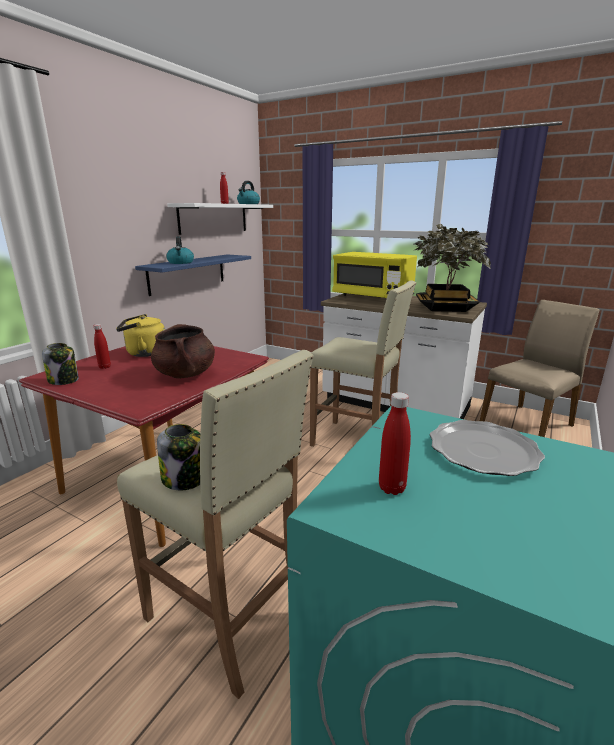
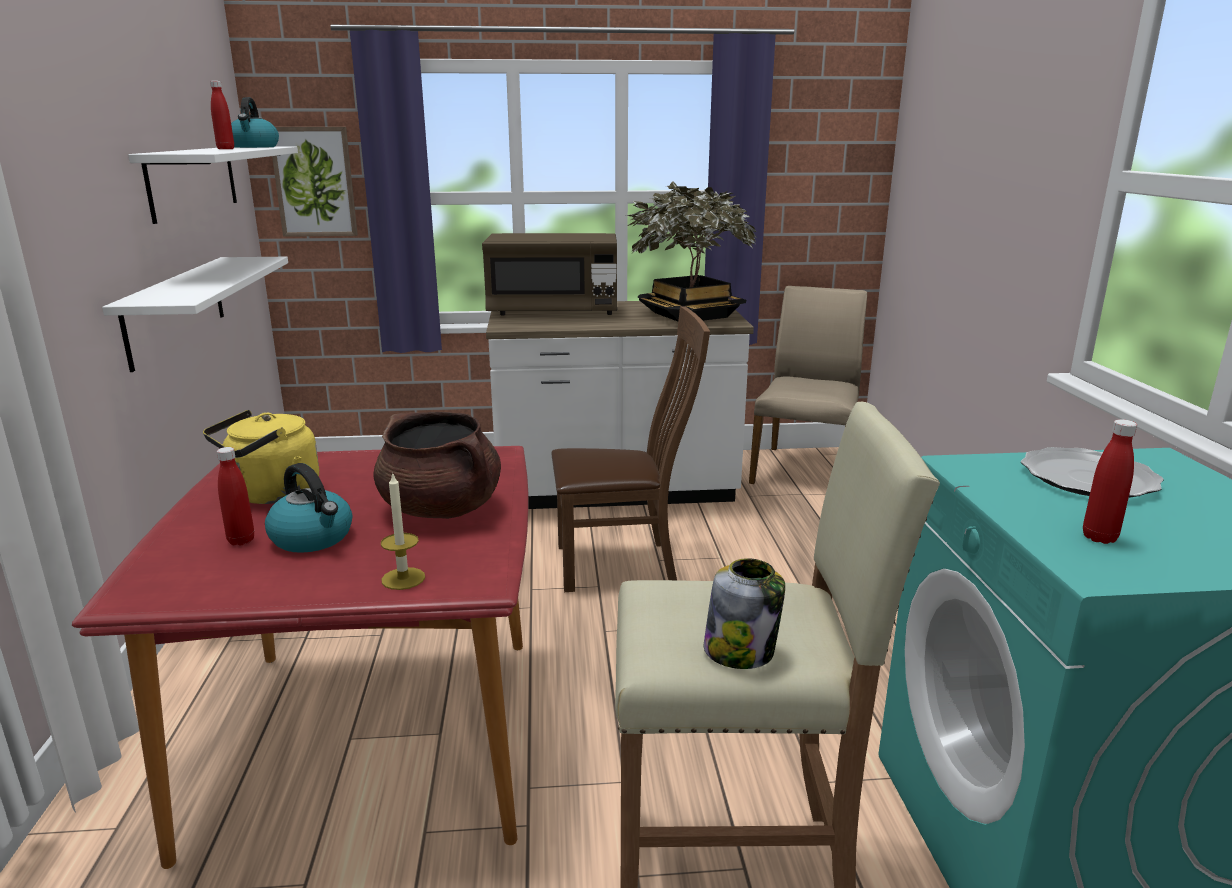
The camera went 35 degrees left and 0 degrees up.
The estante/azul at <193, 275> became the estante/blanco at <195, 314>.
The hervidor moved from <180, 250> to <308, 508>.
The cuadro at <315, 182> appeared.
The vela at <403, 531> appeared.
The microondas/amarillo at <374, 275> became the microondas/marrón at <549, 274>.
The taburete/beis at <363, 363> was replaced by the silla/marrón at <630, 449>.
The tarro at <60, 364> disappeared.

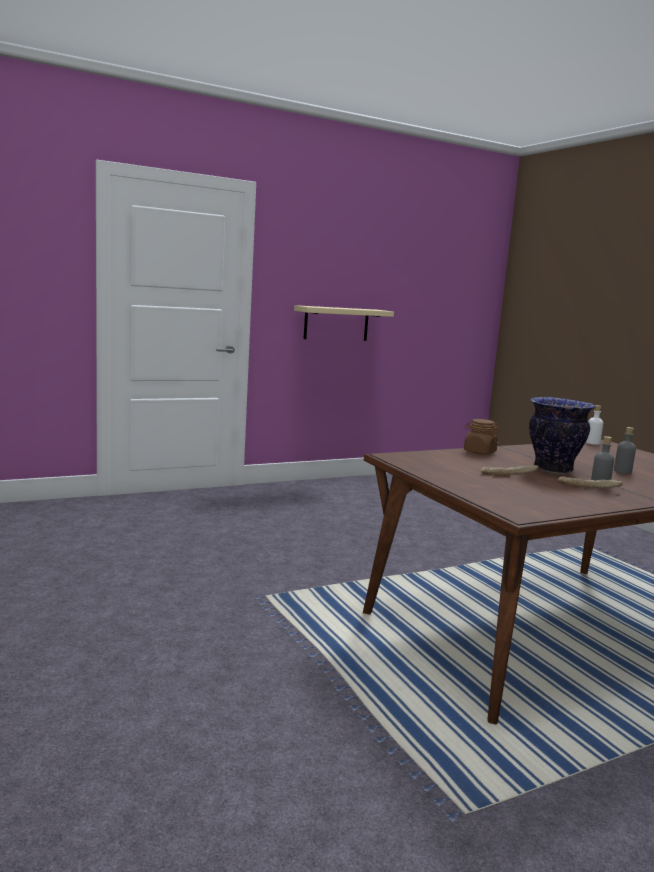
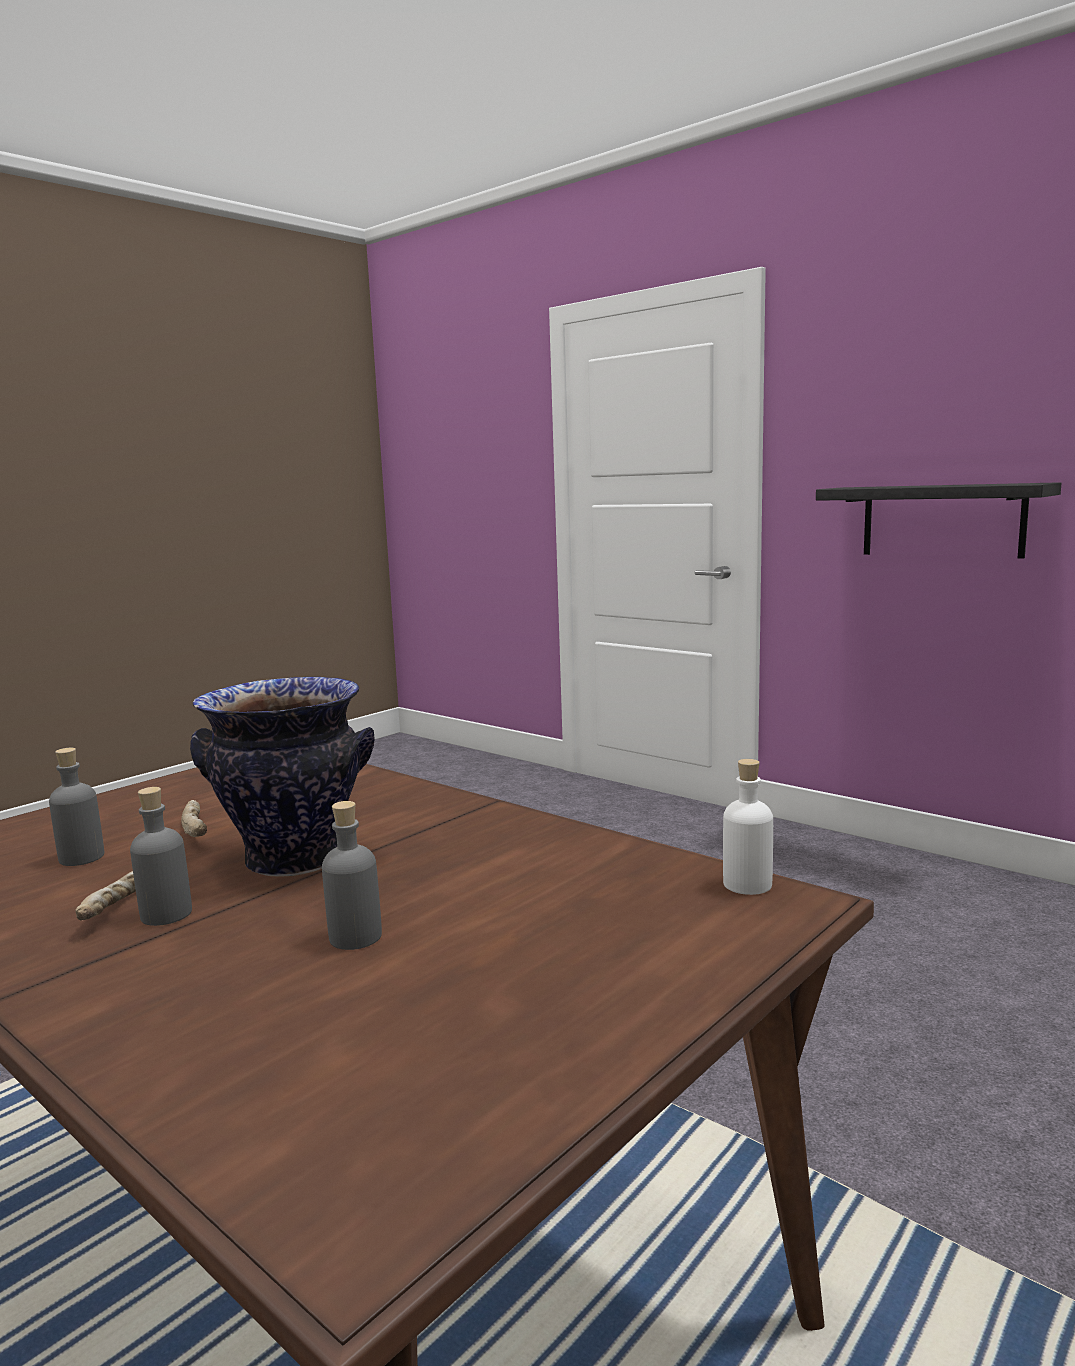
The camera went 70 degrees right and 0 degrees up.
The botella/gris at <76, 807> appeared.
The estante/beis at <344, 323> became the estante/negro at <938, 520>.
The tarro/marrón at <481, 436> disappeared.

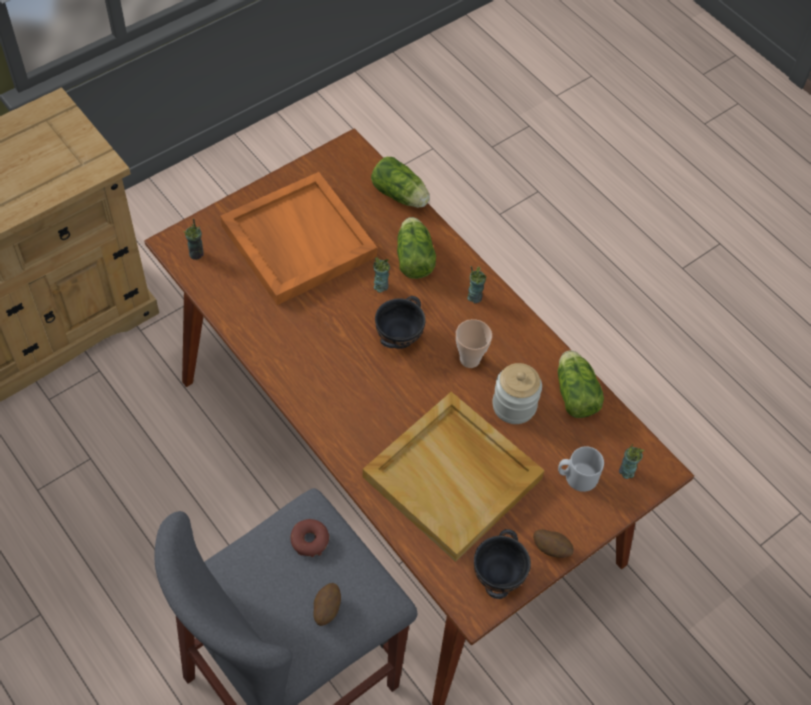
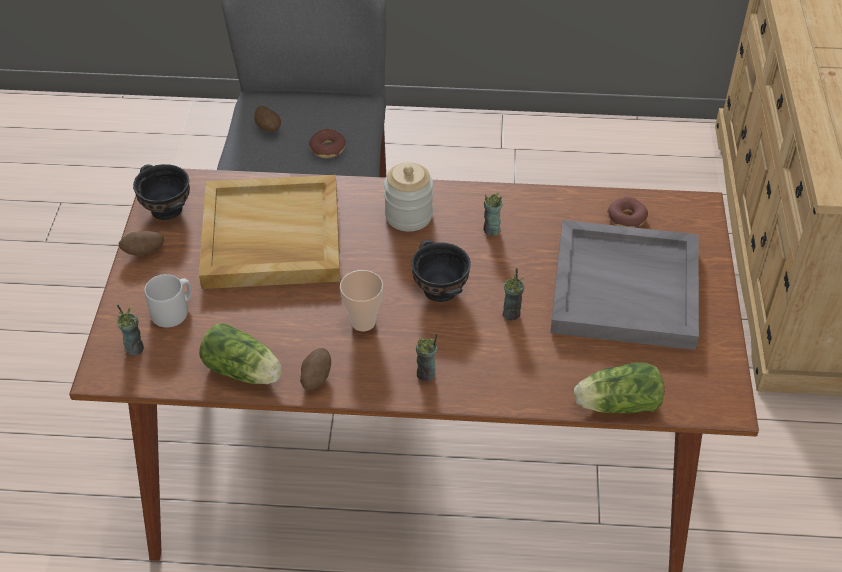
The camera went 135 degrees right and 10 degrees down.
The patata at <315, 369> appeared.
The tarro moved from <517, 393> to <408, 196>.
The taza moved from <193, 239> to <493, 214>.
The bandeja/naranja at <298, 238> became the bandeja/gris at <624, 285>.
The rosquilla at <627, 212> appeared.
The lechuga at <416, 248> disappeared.

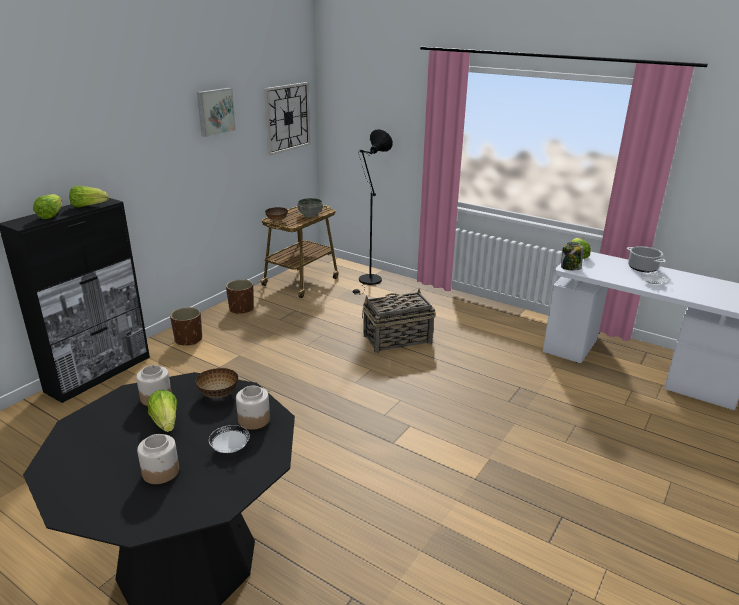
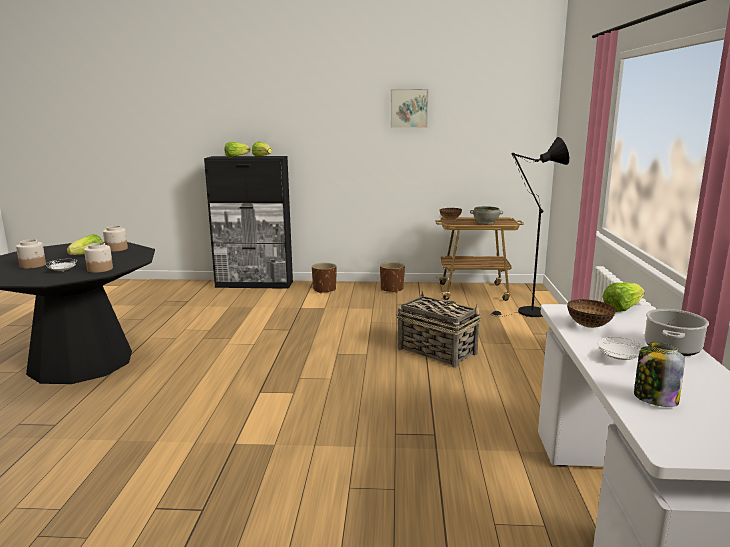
The camera went 60 degrees right and 10 degrees down.
The cuenco moved from <217, 383> to <591, 313>.
The tarro moved from <572, 256> to <659, 374>.
The reloj de pared at <287, 118> disappeared.

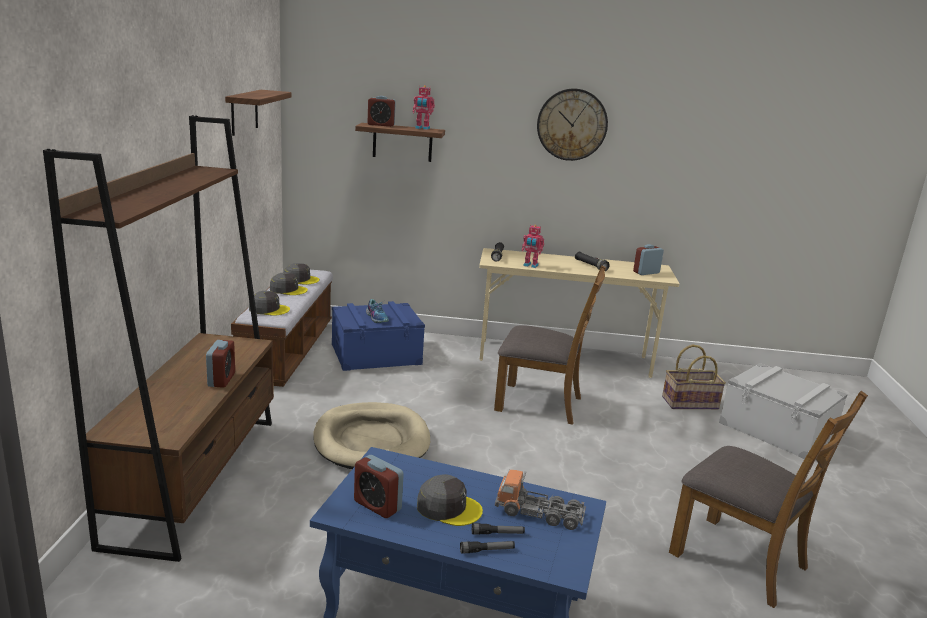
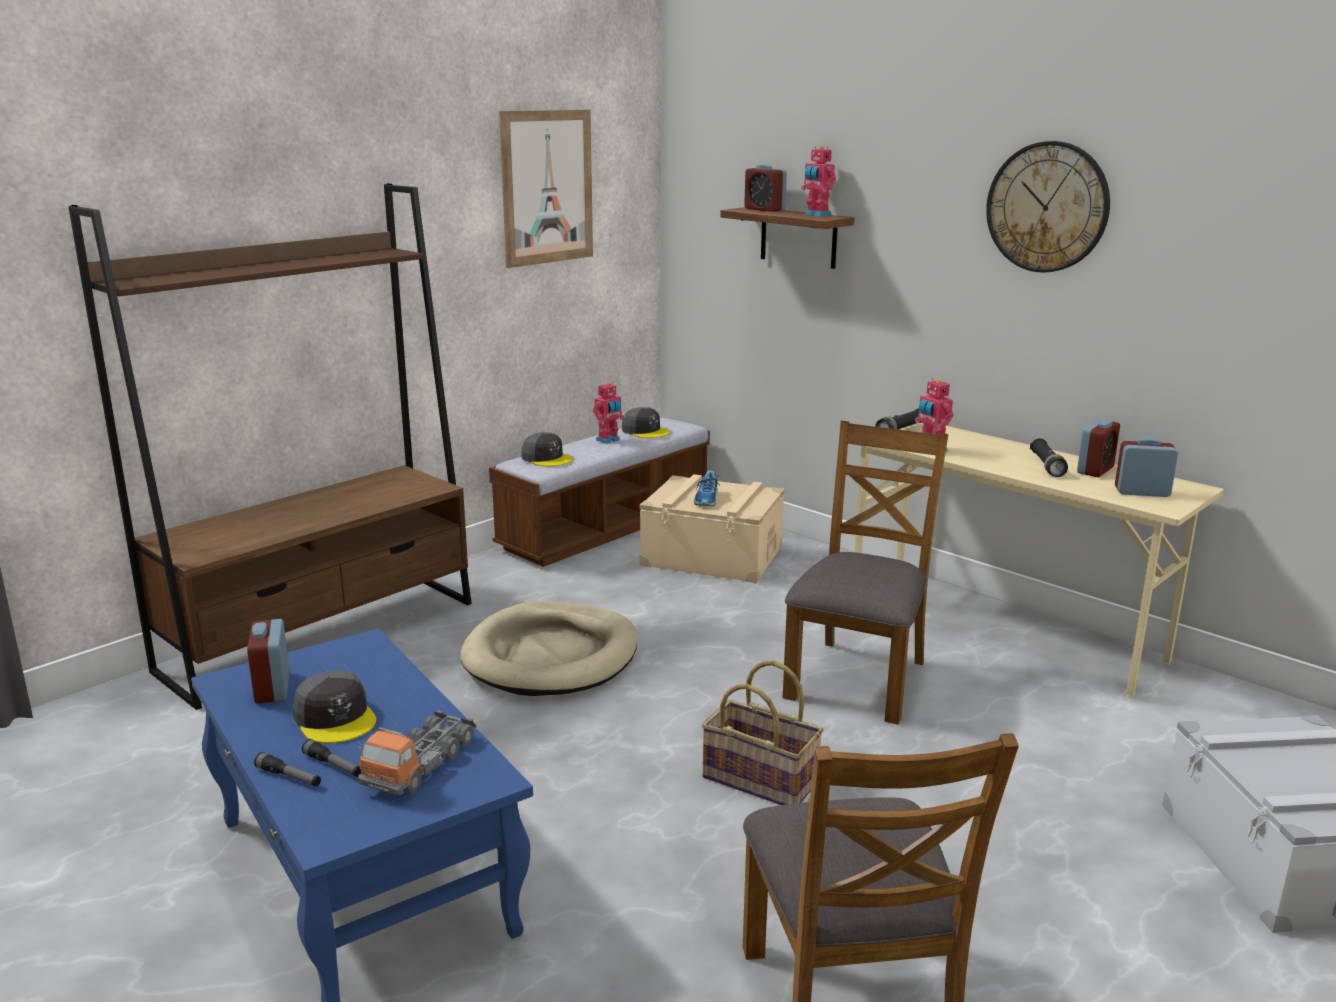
The camera went 40 degrees right and 0 degrees up.
The camión de juguete at <540, 500> turned 120 degrees counterclockwise.
The estante at <258, 113> was replaced by the cuadro at <546, 189>.
The gorra/gris at <289, 283> was replaced by the robot de juguete at <608, 413>.
The caja de almacenaje/azul at <378, 336> became the caja de almacenaje/beis at <712, 528>.
The cesta moved from <694, 376> to <763, 732>.
The silla/marrón at <550, 345> turned 120 degrees counterclockwise.
The despertador moved from <220, 364> to <1098, 448>.

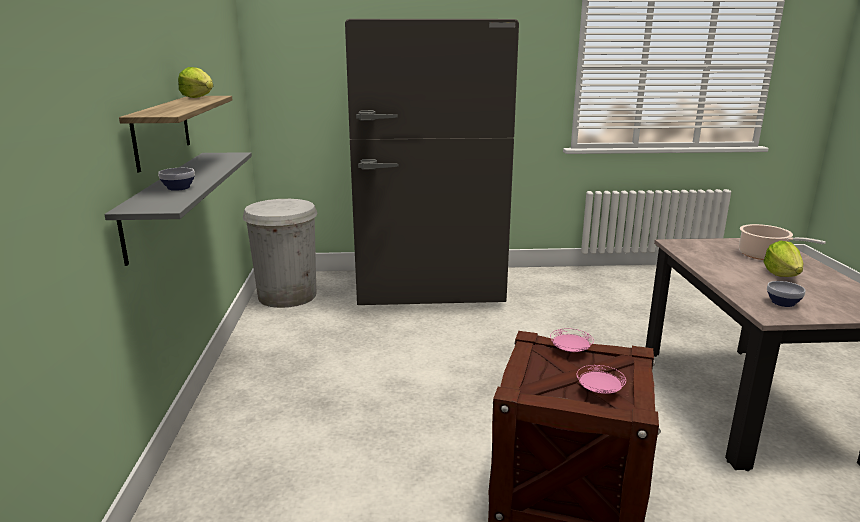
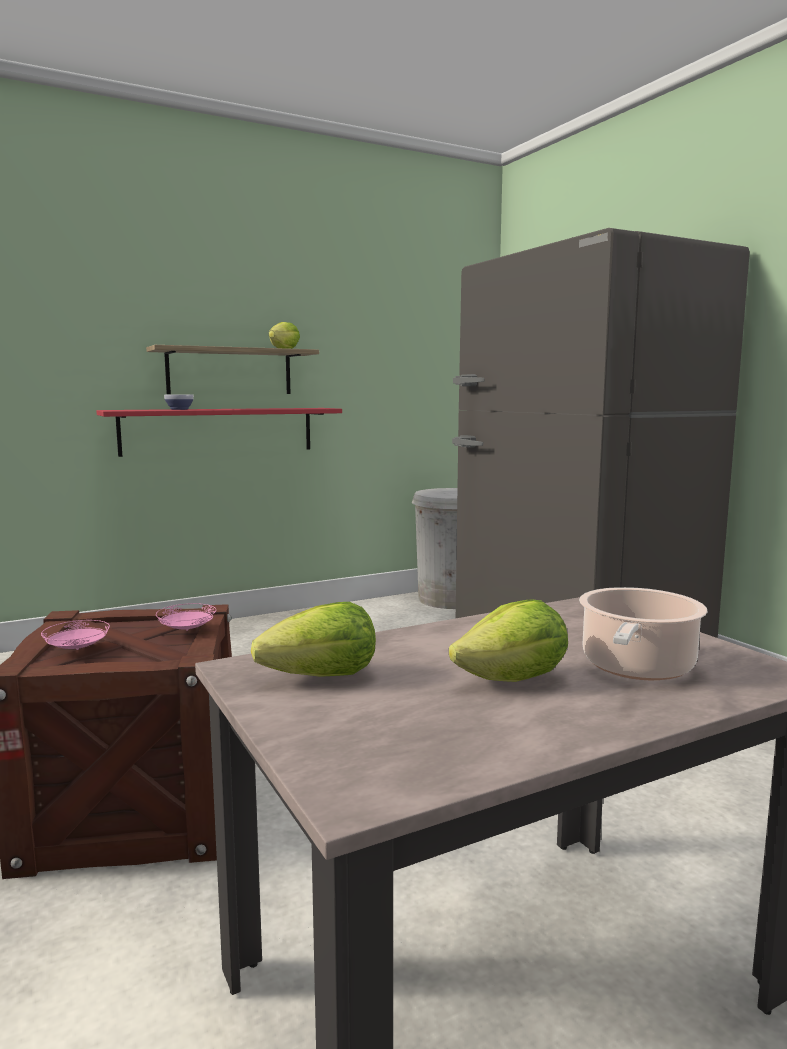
The camera went 65 degrees right and 10 degrees down.
The estante/gris at <178, 209> became the estante/rojo at <219, 432>.
The cuenco at <786, 294> was replaced by the lechuga at <313, 639>.

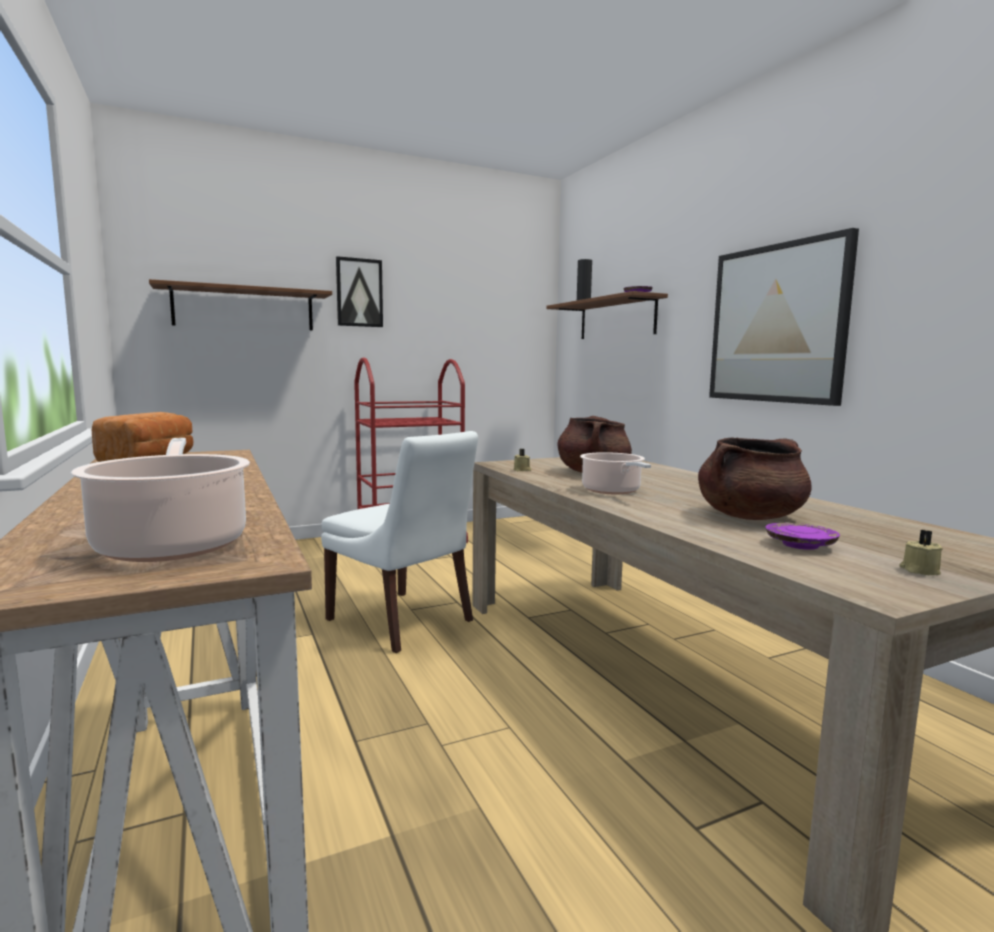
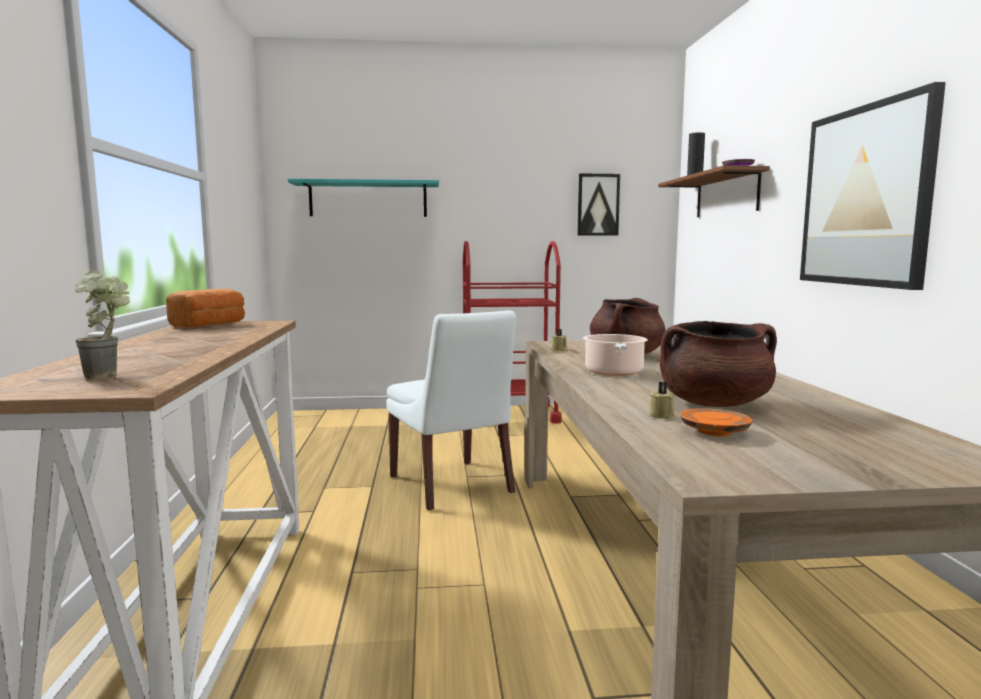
The camera went 20 degrees right and 0 degrees up.
The olla at <160, 500> was replaced by the planta en maceta at <102, 324>.
The estante/marrón at <240, 304> became the estante/turquesa at <363, 198>.
The cuadro moved from <359, 291> to <598, 205>.
The vela/beis moved from <921, 552> to <661, 400>.
The plato/morado at <803, 536> became the plato/naranja at <716, 422>.

